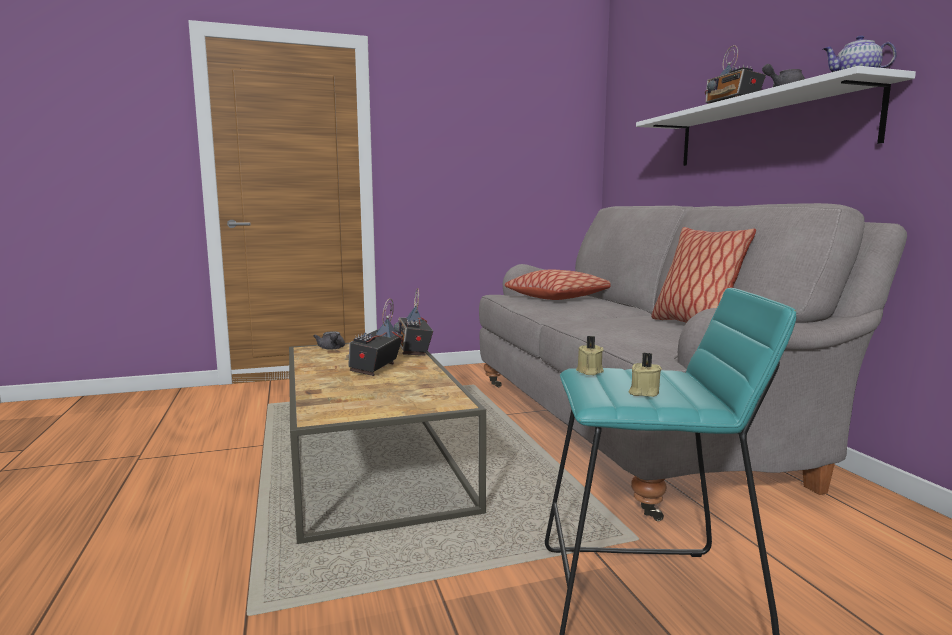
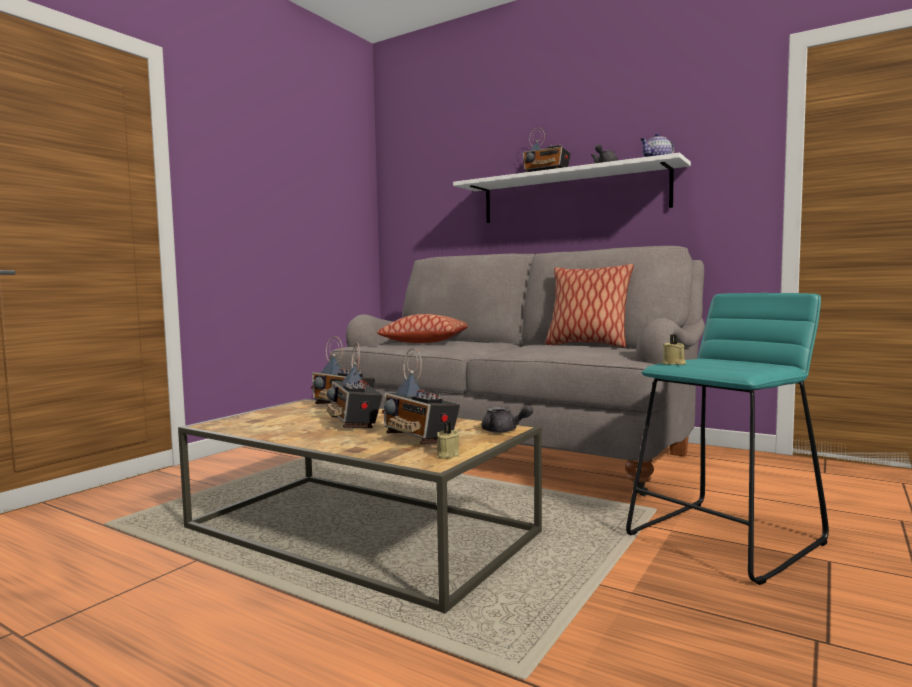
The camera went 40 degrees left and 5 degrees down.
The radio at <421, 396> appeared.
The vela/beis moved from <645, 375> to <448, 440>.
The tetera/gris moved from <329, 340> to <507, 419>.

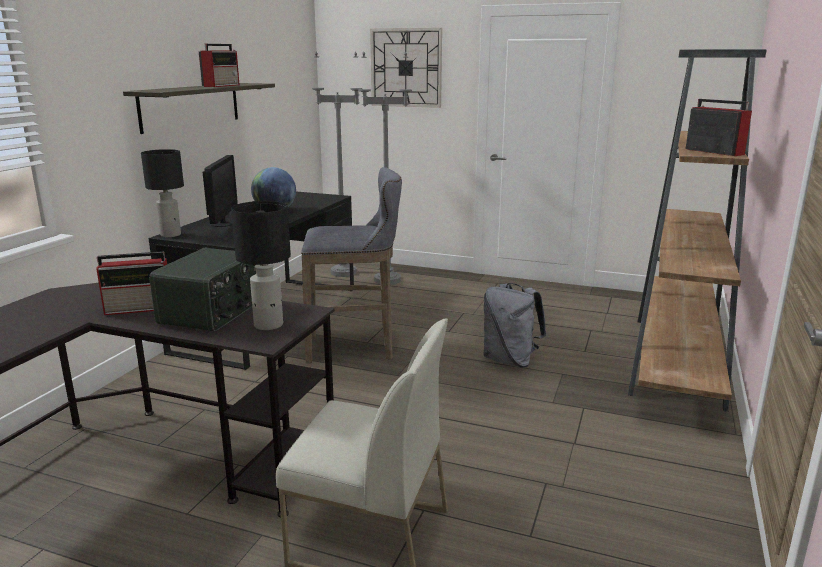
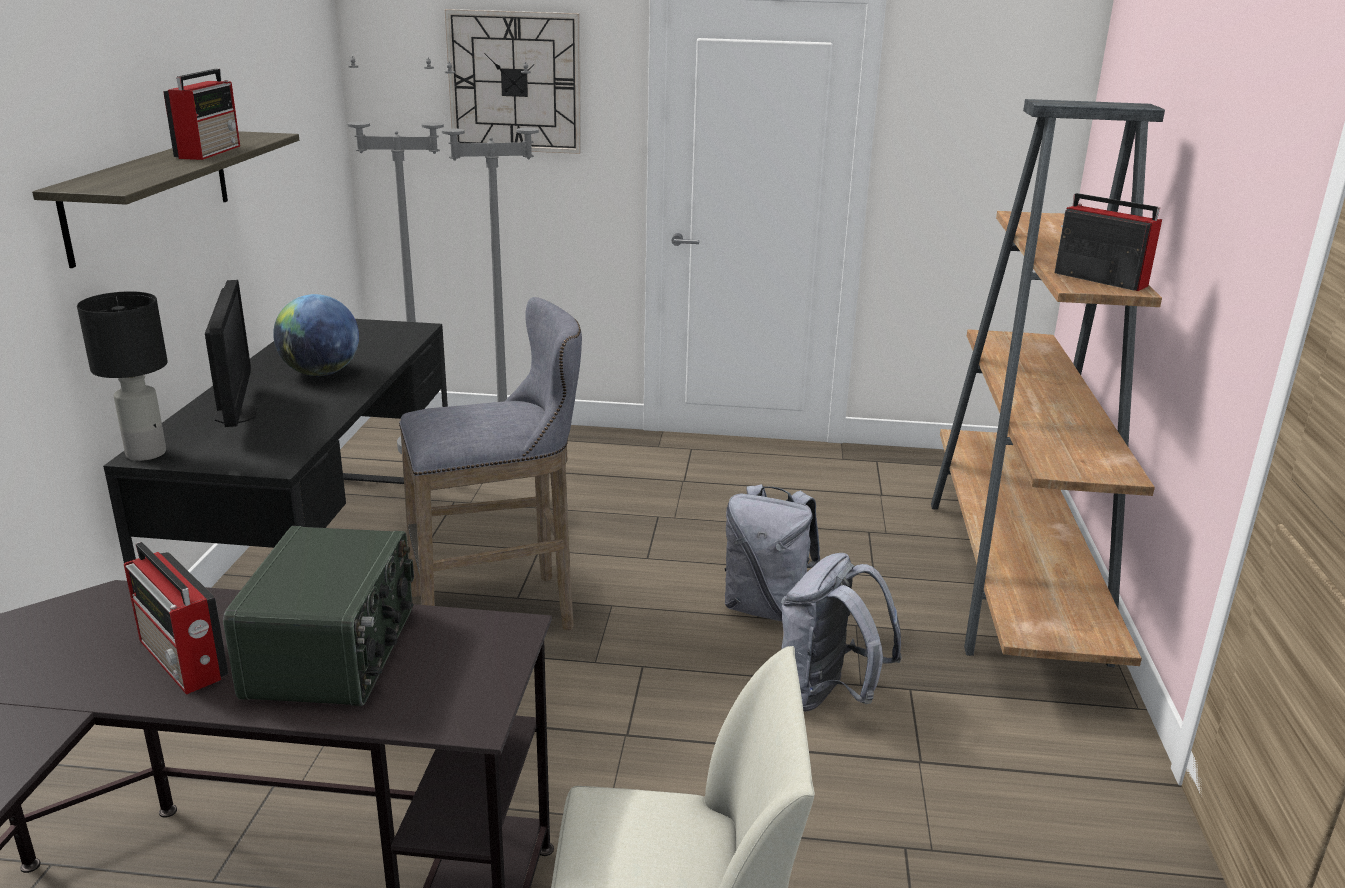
The camera went 15 degrees left and 5 degrees up.
The radio at <131, 283> turned 75 degrees clockwise.
The mochila/gris at <841, 632> appeared.
The lámpara de mesa/negro at <261, 265> disappeared.

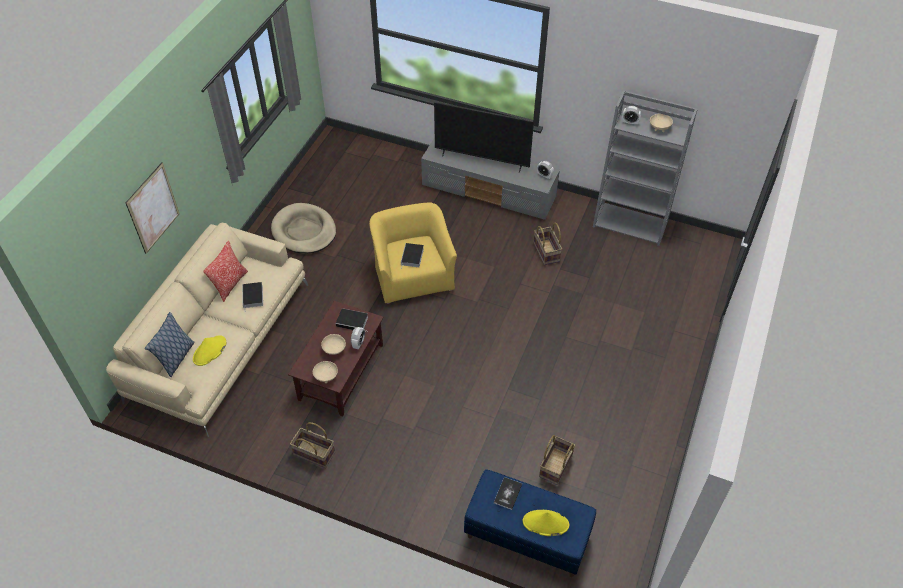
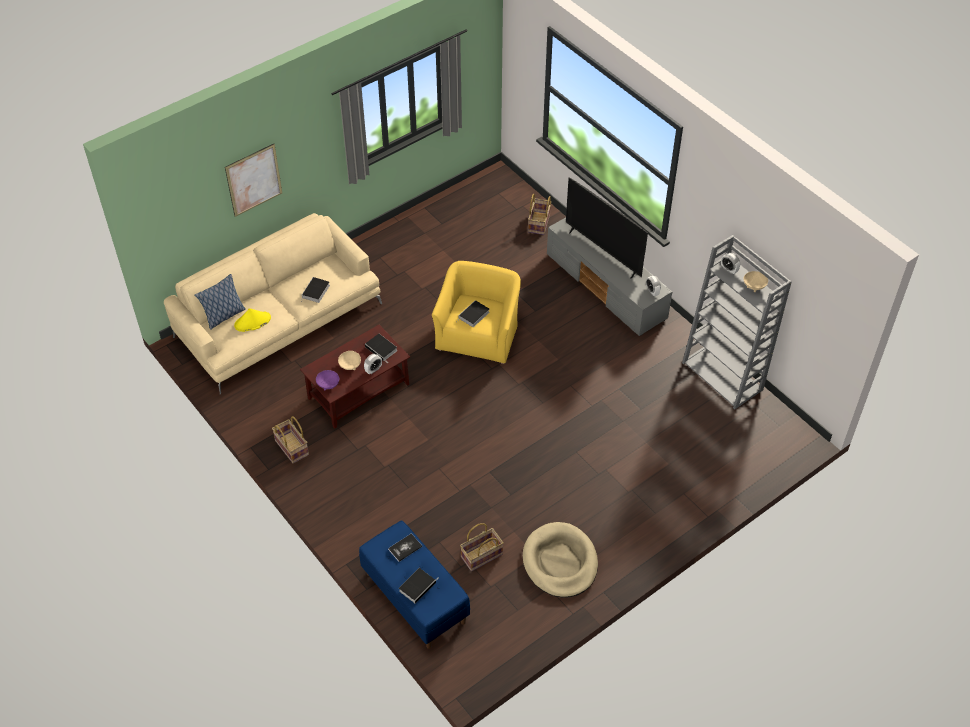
The camera went 30 degrees right and 0 degrees up.
The cuenco/beis at <325, 372> became the cuenco/morado at <327, 380>.
The sombrero/amarillo at <546, 523> was replaced by the libro at <417, 586>.
The cama para perro/beis moved from <303, 228> to <560, 559>.
The cesta moved from <547, 243> to <539, 214>.
The cojín at <225, 271> disappeared.

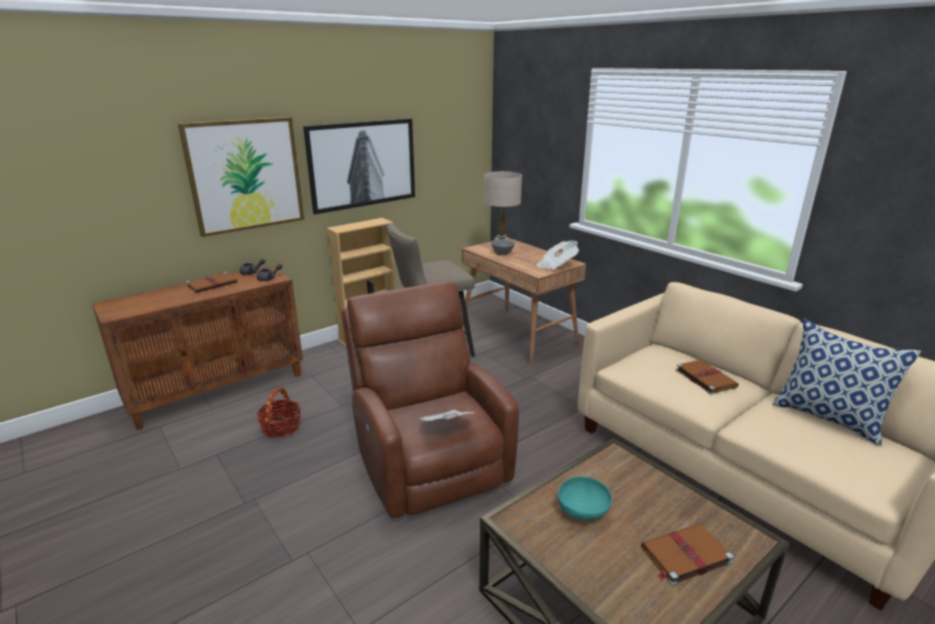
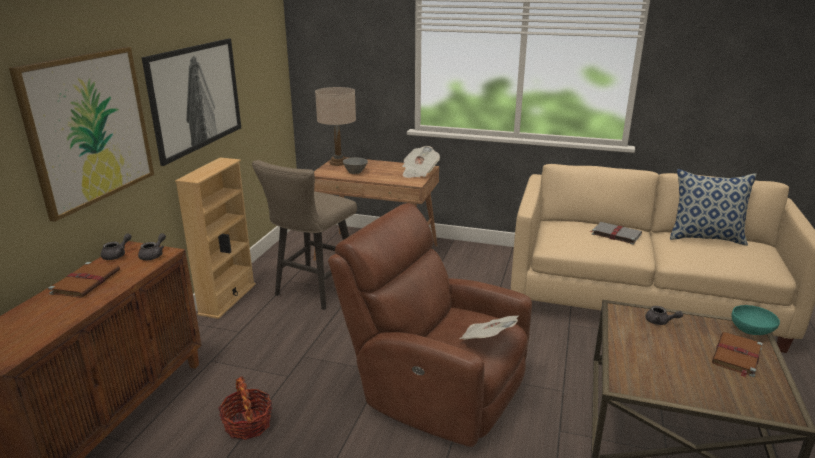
The camera went 35 degrees left and 0 degrees up.
The libro/marrón at <707, 377> became the libro/gris at <616, 233>.
The tetera/gris at <664, 315> appeared.
The cuenco/turquesa moved from <585, 498> to <755, 320>.

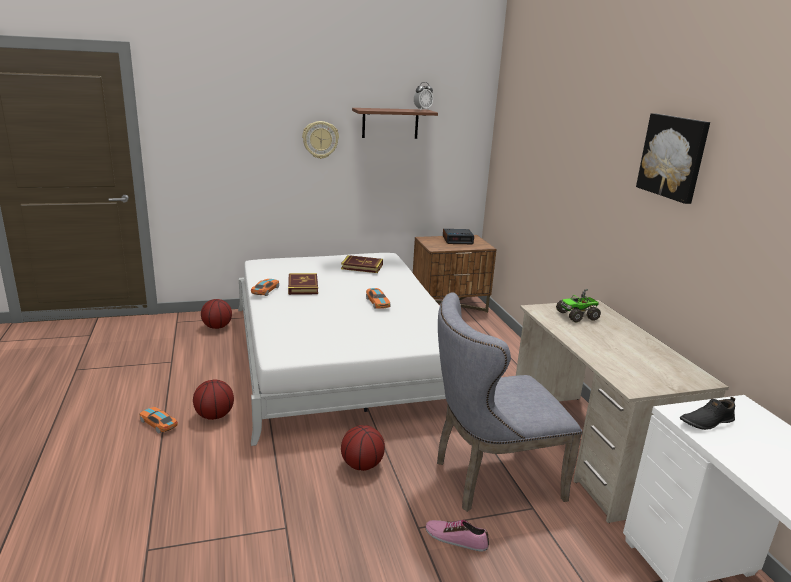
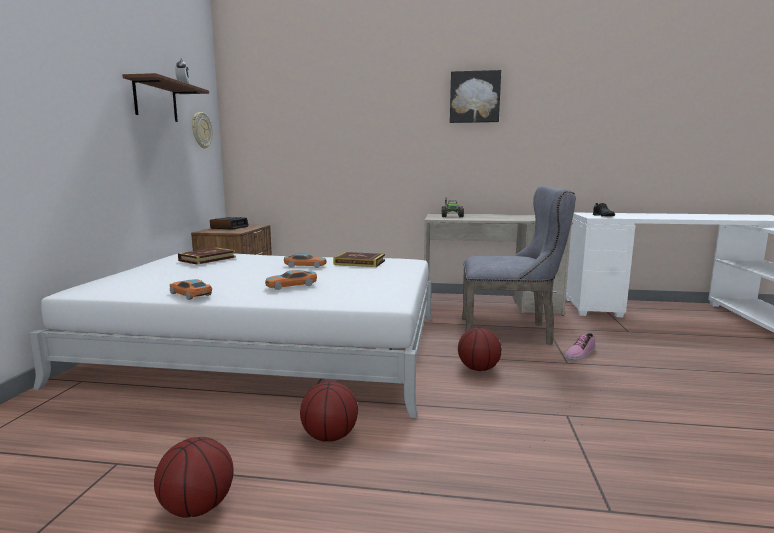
The camera went 65 degrees left and 10 degrees down.
The balón de baloncesto moved from <216, 314> to <194, 477>.
The reloj de pared moved from <320, 140> to <202, 130>.
The coche de juguete moved from <159, 420> to <291, 280>.
The libro moved from <303, 284> to <359, 259>.
The silla/gris at <509, 402> turned 90 degrees counterclockwise.

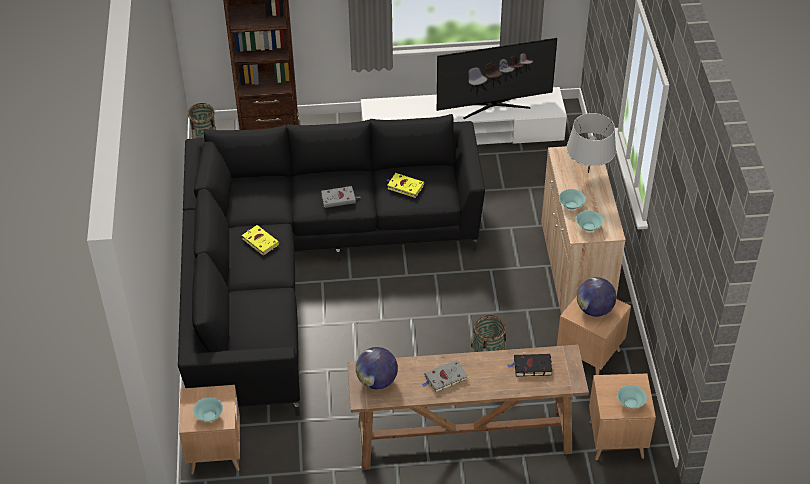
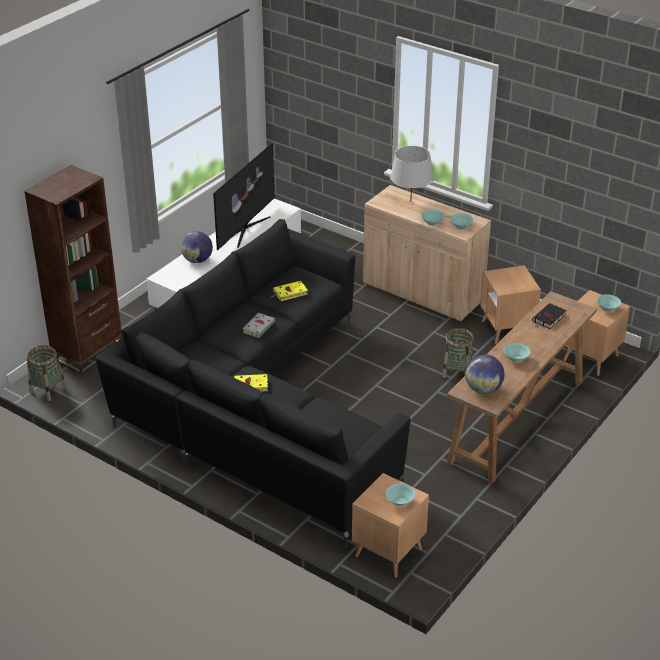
The camera went 50 degrees left and 10 degrees down.
The globo terráqueo moved from <596, 297> to <197, 247>.
The libro/gris at <445, 376> was replaced by the cuenco/turquesa at <517, 352>.

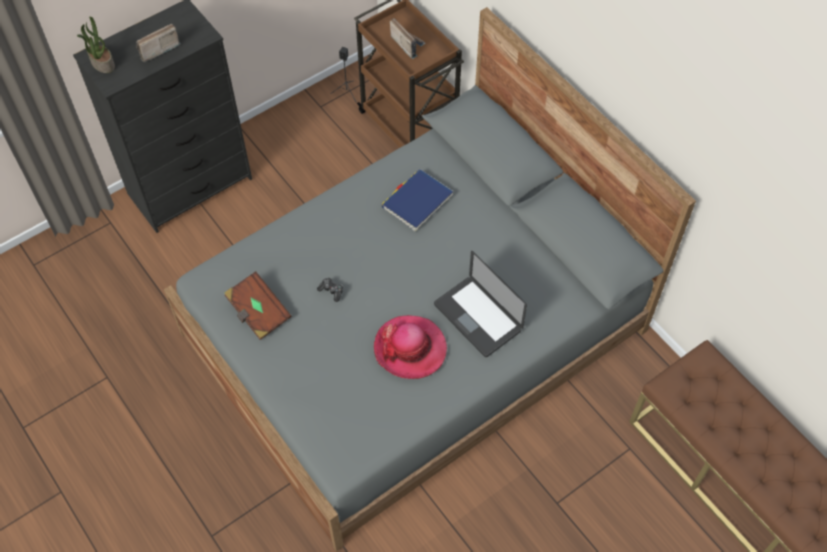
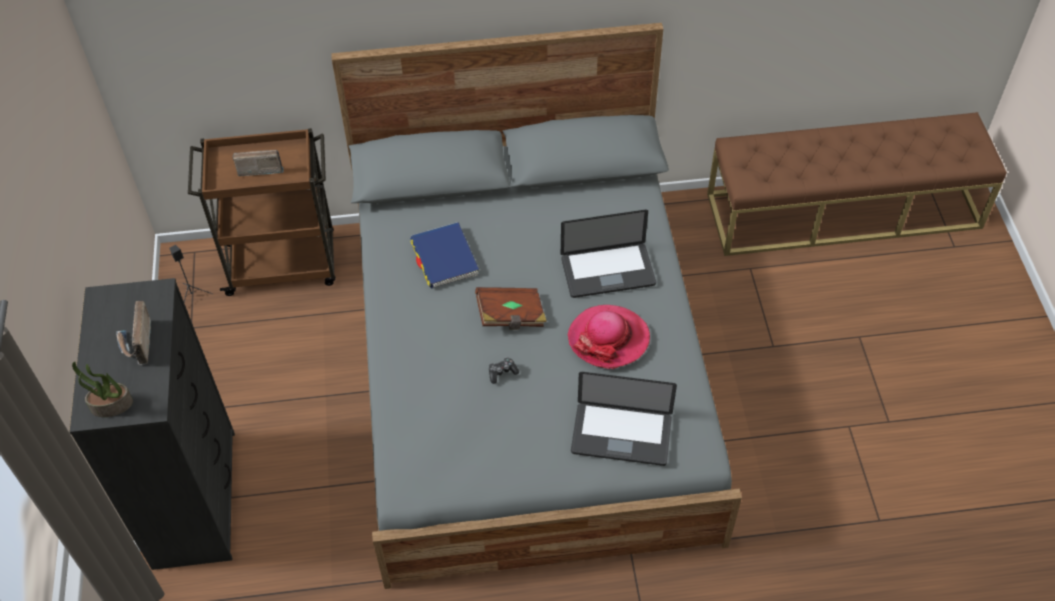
The camera went 60 degrees left and 5 degrees down.
The libro/marrón moved from <257, 305> to <511, 308>.
The portátil at <624, 419> appeared.

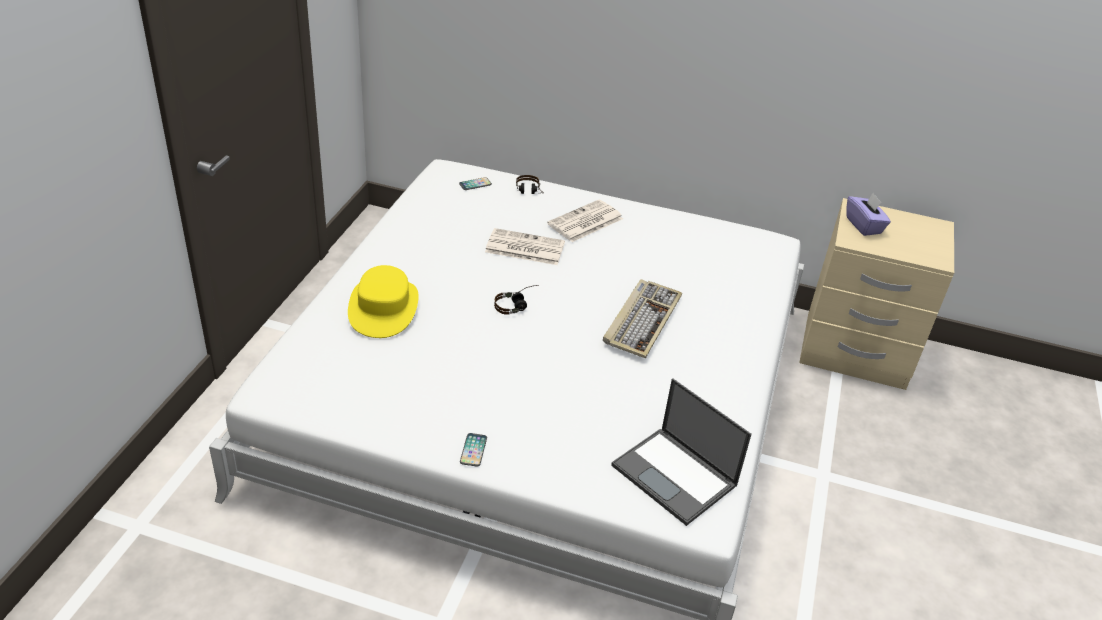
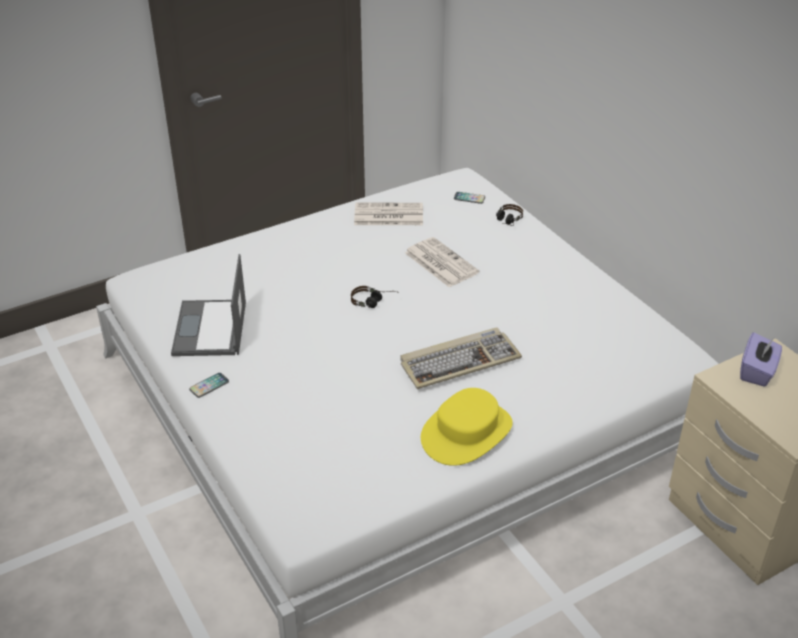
The camera went 45 degrees right and 0 degrees up.
The portátil moved from <681, 452> to <208, 305>.
The periódico moved from <585, 221> to <388, 213>.
The sombrero/amarillo moved from <383, 301> to <467, 427>.

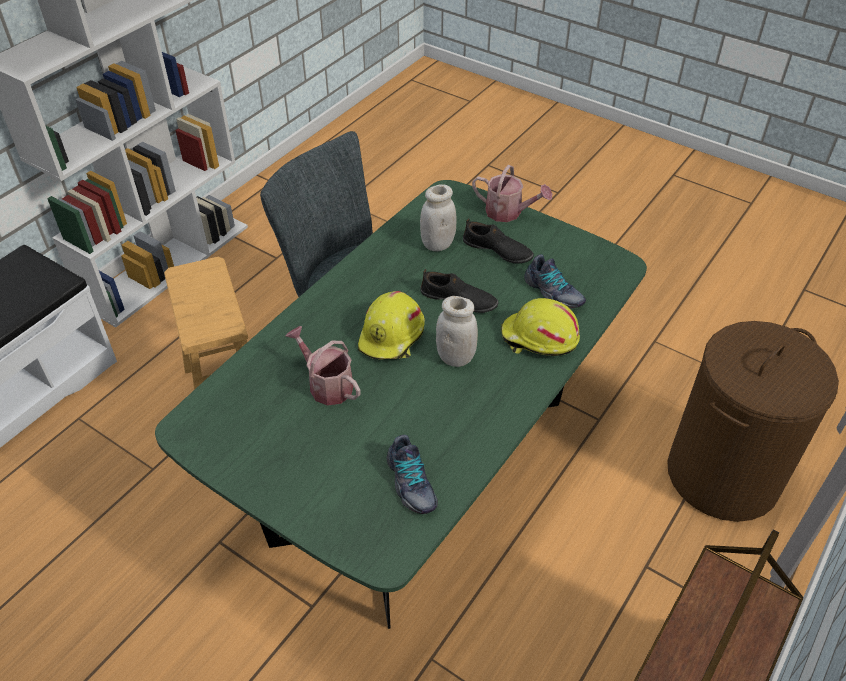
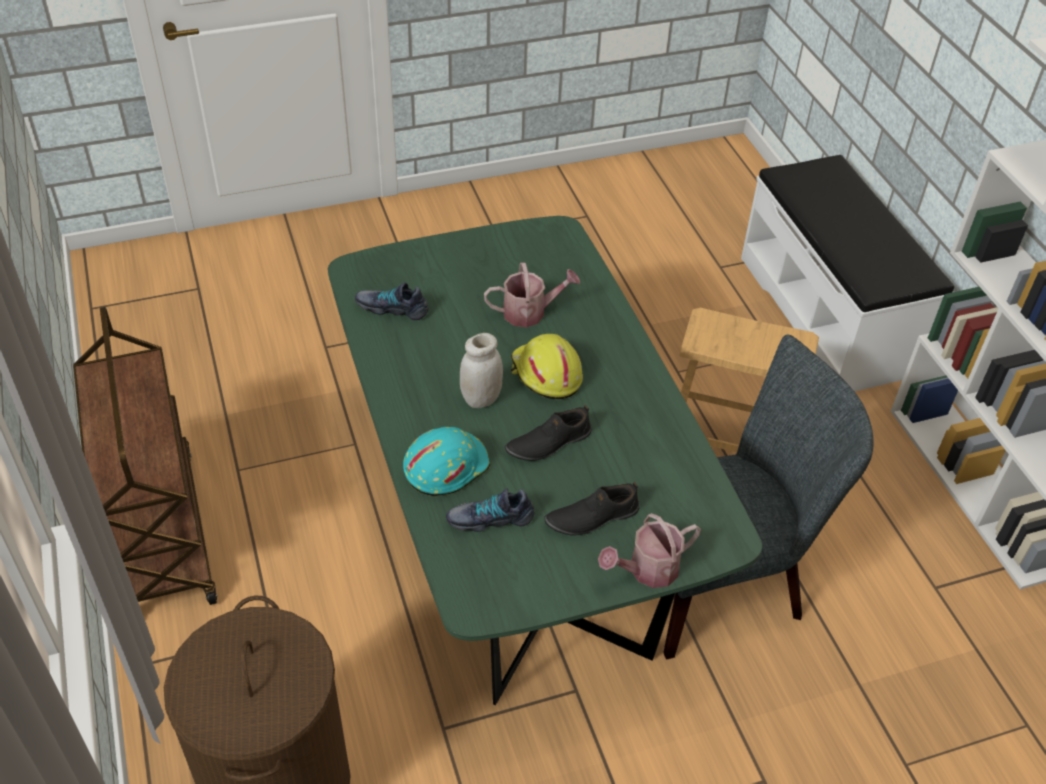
The camera went 125 degrees right and 0 degrees up.
The casco/amarillo at <540, 327> became the casco/turquesa at <446, 461>.
The tarro/blanco at <438, 217> disappeared.

